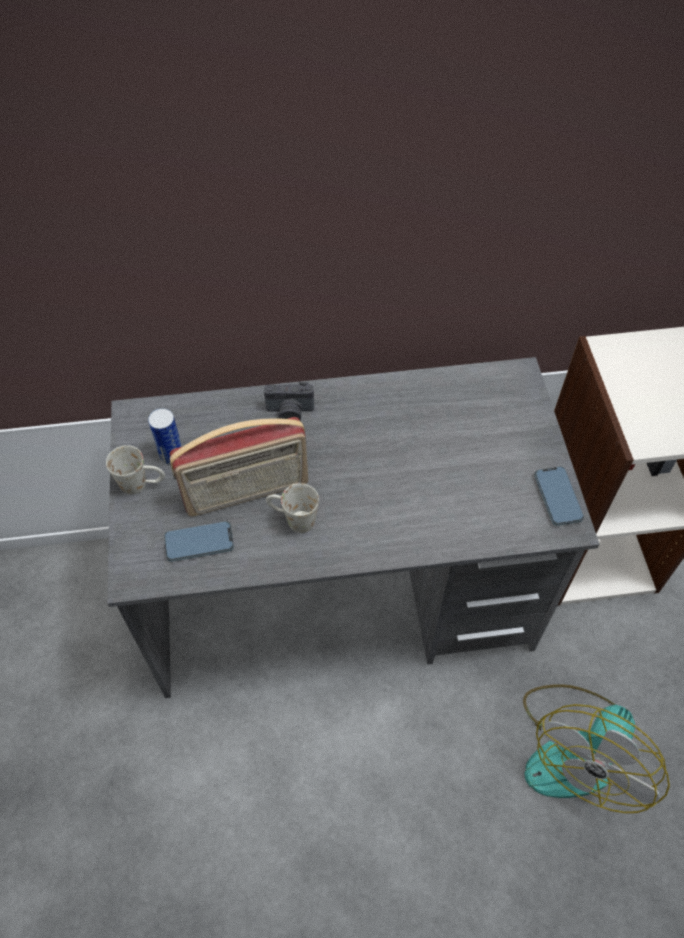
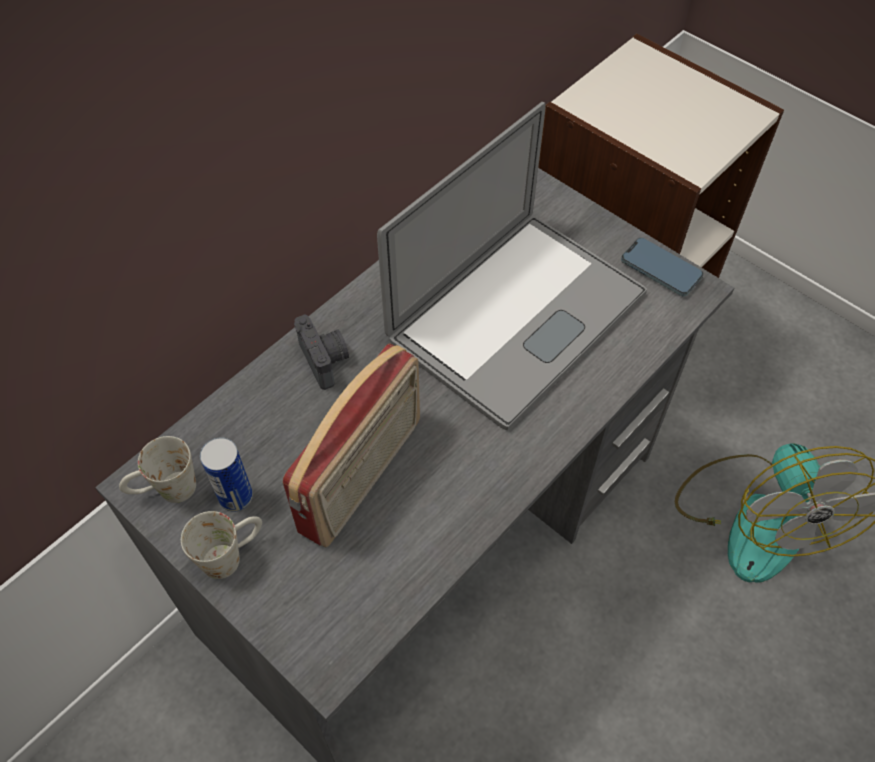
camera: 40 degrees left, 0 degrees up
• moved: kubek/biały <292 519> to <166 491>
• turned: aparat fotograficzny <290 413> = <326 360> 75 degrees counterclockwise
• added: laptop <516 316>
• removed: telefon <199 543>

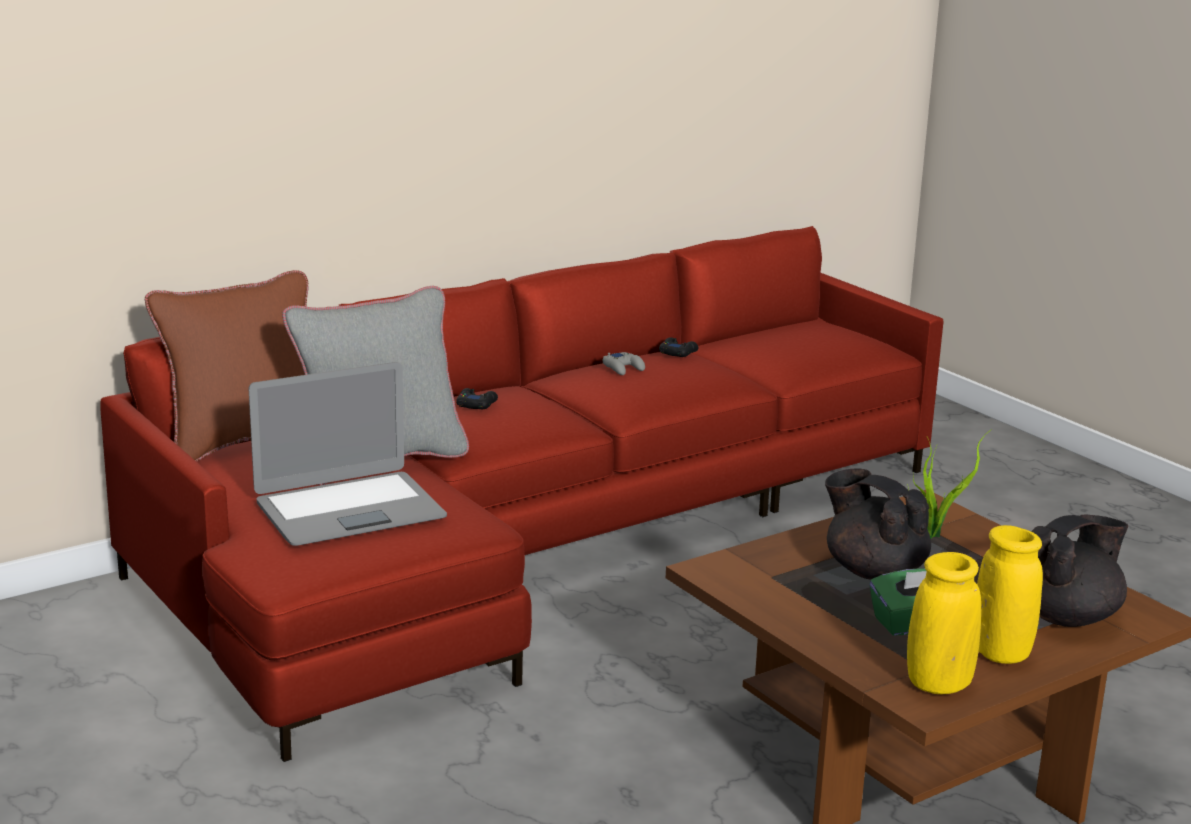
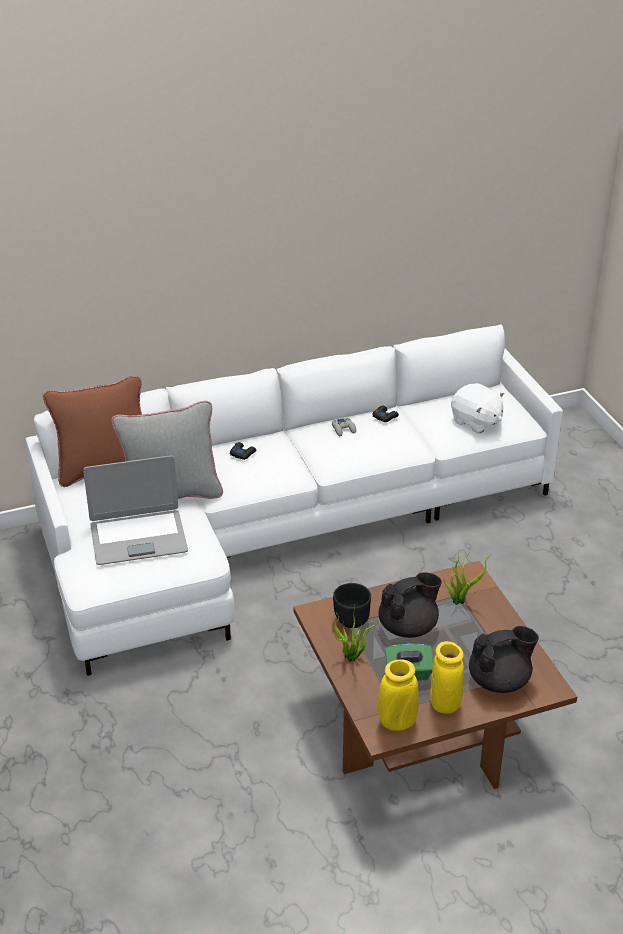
camera: 15 degrees right, 15 degrees up
• recoloured: kanapa/czerwony <531 543> to kanapa/biały <278 528>
• added: miska/czarny <351 620>
• added: roślina doniczkowa <352 658>
• turned: imbryk/czarny <873 571> = <408 627> 90 degrees clockwise
• added: pluszak/biały <476 422>

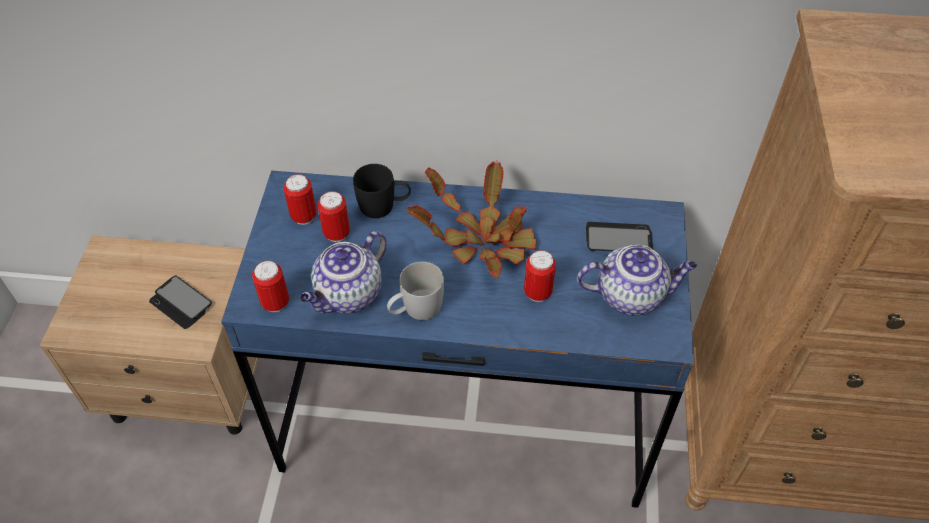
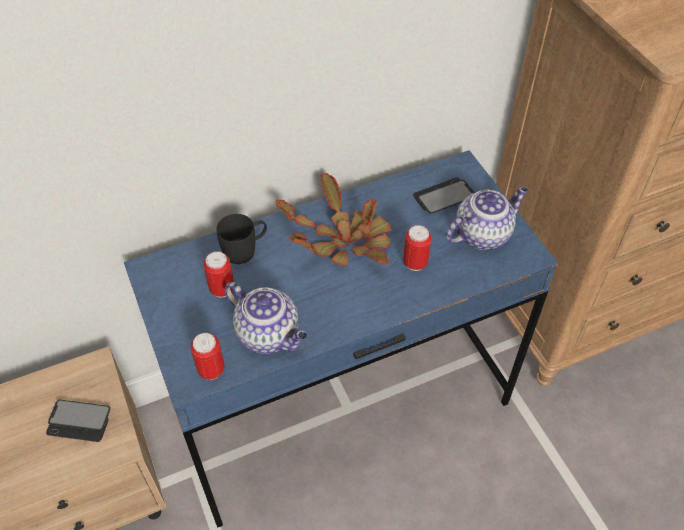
camera: 30 degrees left, 0 degrees up
• turned: imbryk <348 295> = <269 334> 60 degrees counterclockwise
• removed: puszka <304 216>
• removed: kubek/biały <415 309>

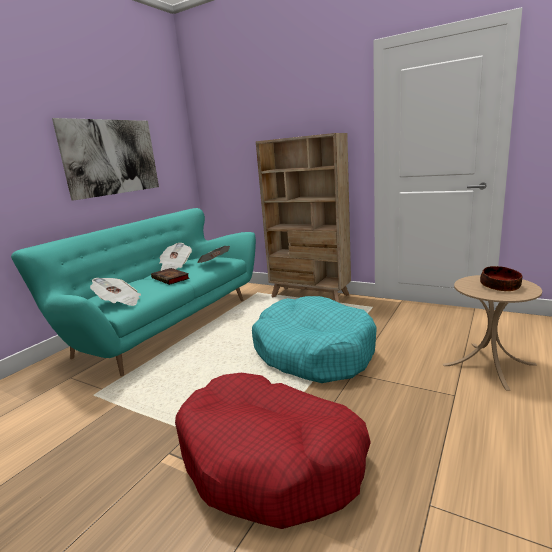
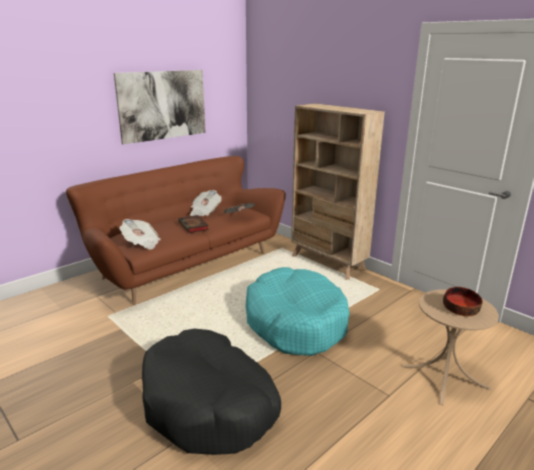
camera: 15 degrees right, 5 degrees up
• recoloured: kanapa/turkusowy <164 325> to kanapa/brązowy <185 264>
• recoloured: legowisko/czerwony <271 459> to legowisko/czarny <209 404>

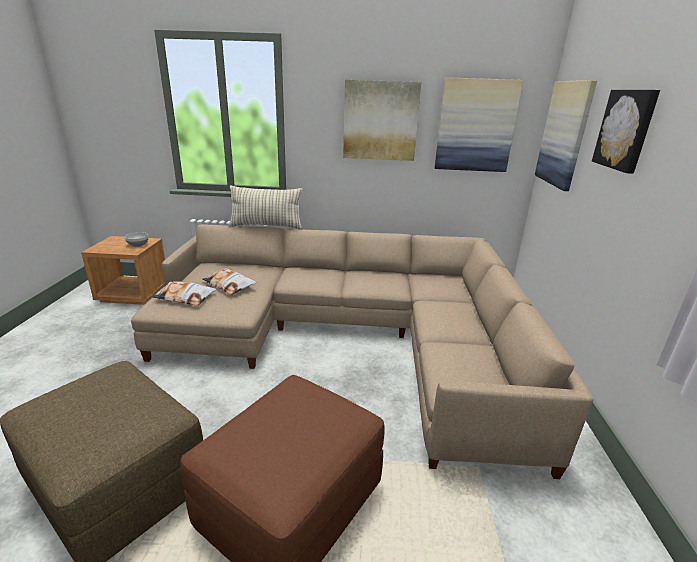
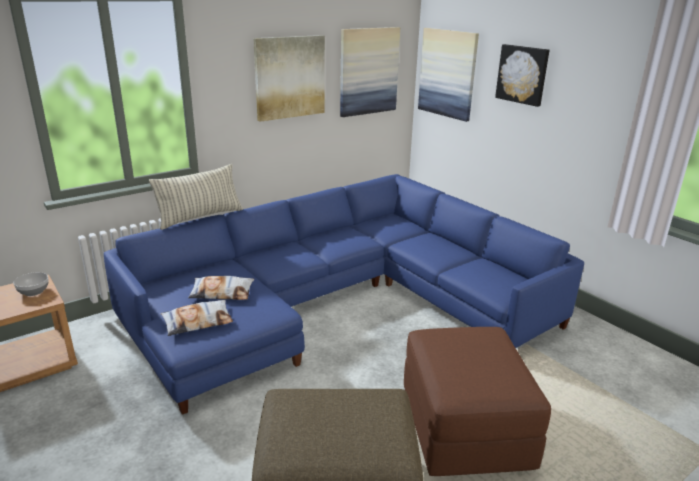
camera: 40 degrees left, 0 degrees up
• recoloured: kanapa/beżowy <351 337> to kanapa/niebieski <338 303>

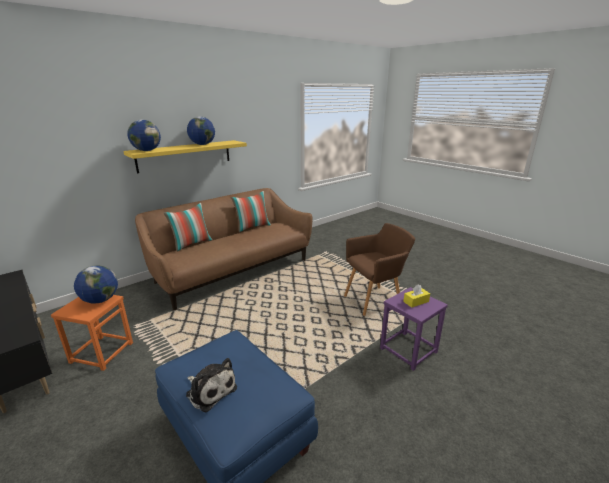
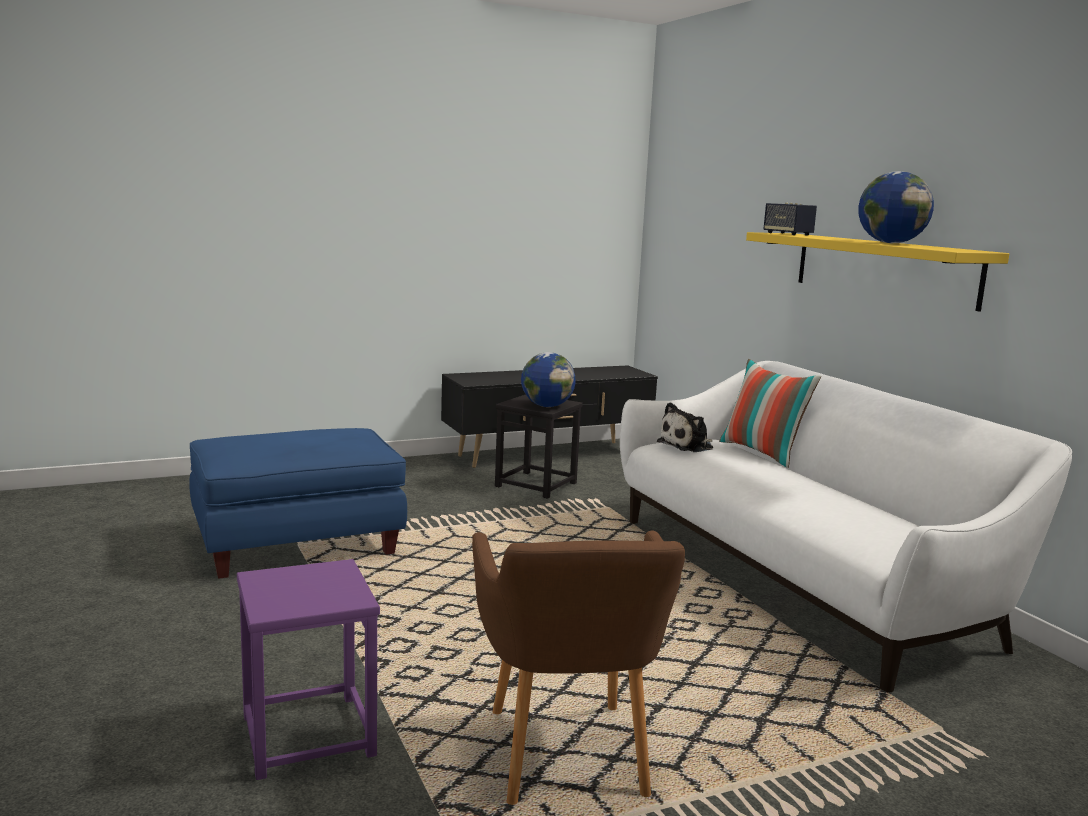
camera: 105 degrees right, 10 degrees down
• recoloured: stołek/pomarańczowy <101 352> to stołek/czarny <536 484>
• recoloured: kanapa/brązowy <232 270> to kanapa/biały <800 579>
• moved: pluszak <210 390> to <688 445>
• replaced: globus <147 151> to głośnik <787 234>
• removed: poduszka <252 227>
• removed: pudełko chusteczek/żółty <416 301>

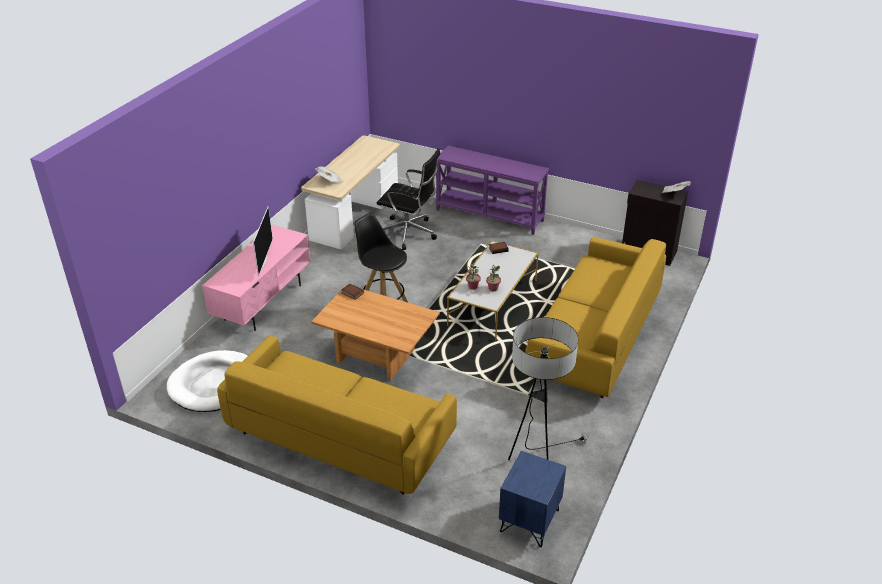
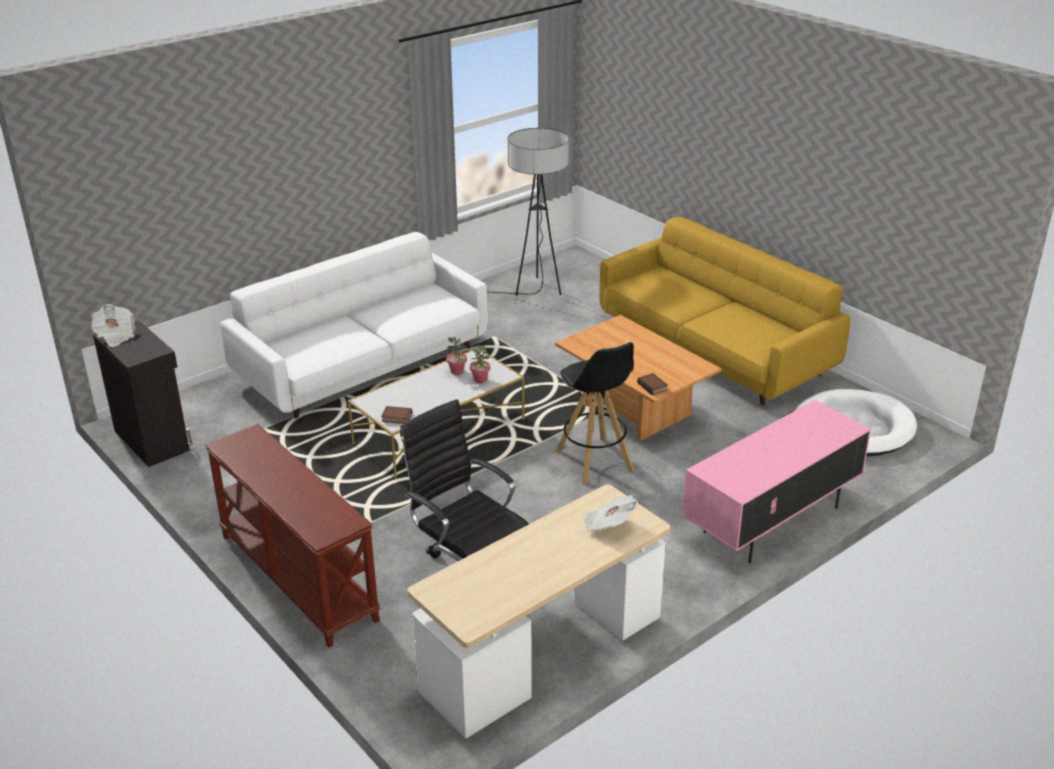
camera: 155 degrees left, 5 degrees down
• recoloured: stolik konsolowy/fioletowy <490 215> to stolik konsolowy/brązowy <296 577>
• recoloured: kanapa/żółty <593 338> to kanapa/biały <364 365>
• removed: telewizor <263 261>
• removed: szafka nocna/niebieski <530 521>

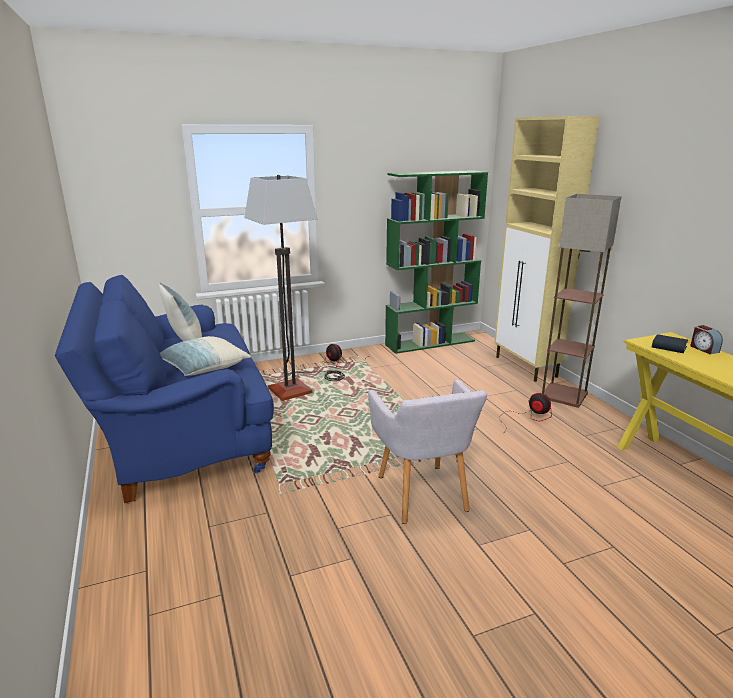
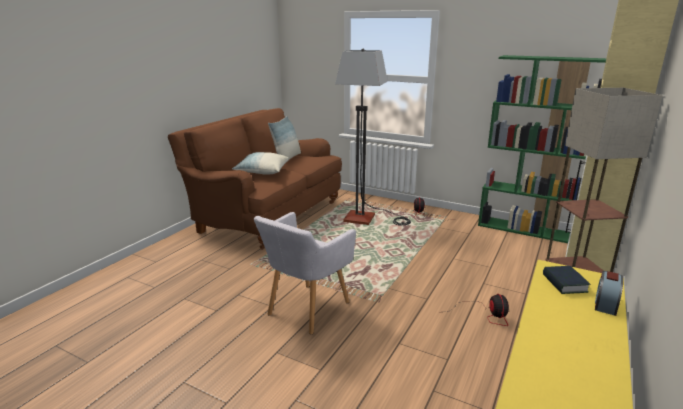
camera: 50 degrees right, 0 degrees up
• recoloured: kanapa/niebieski <181 436> to kanapa/brązowy <267 216>

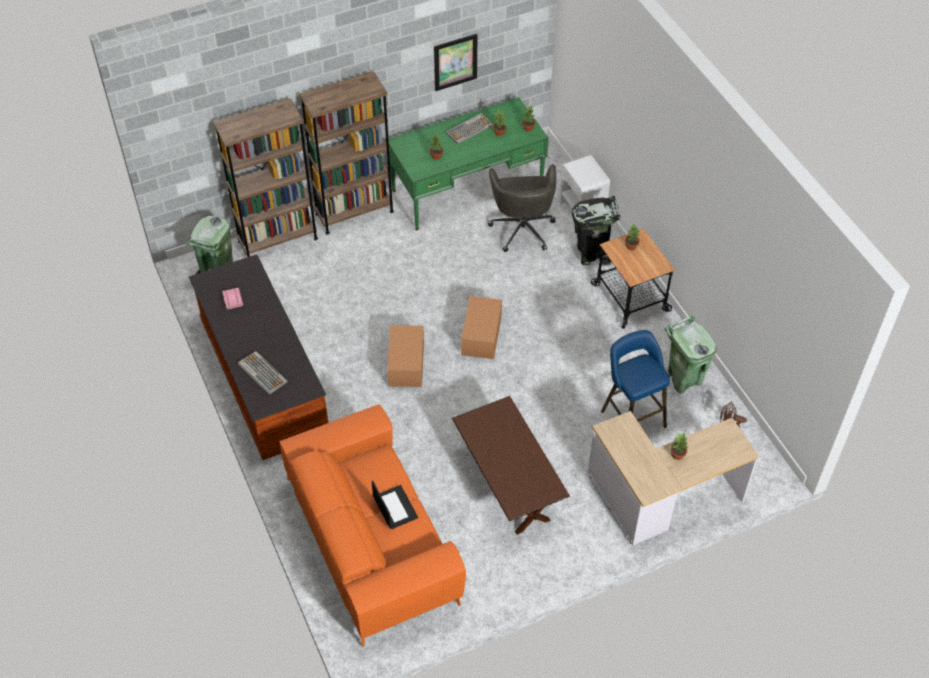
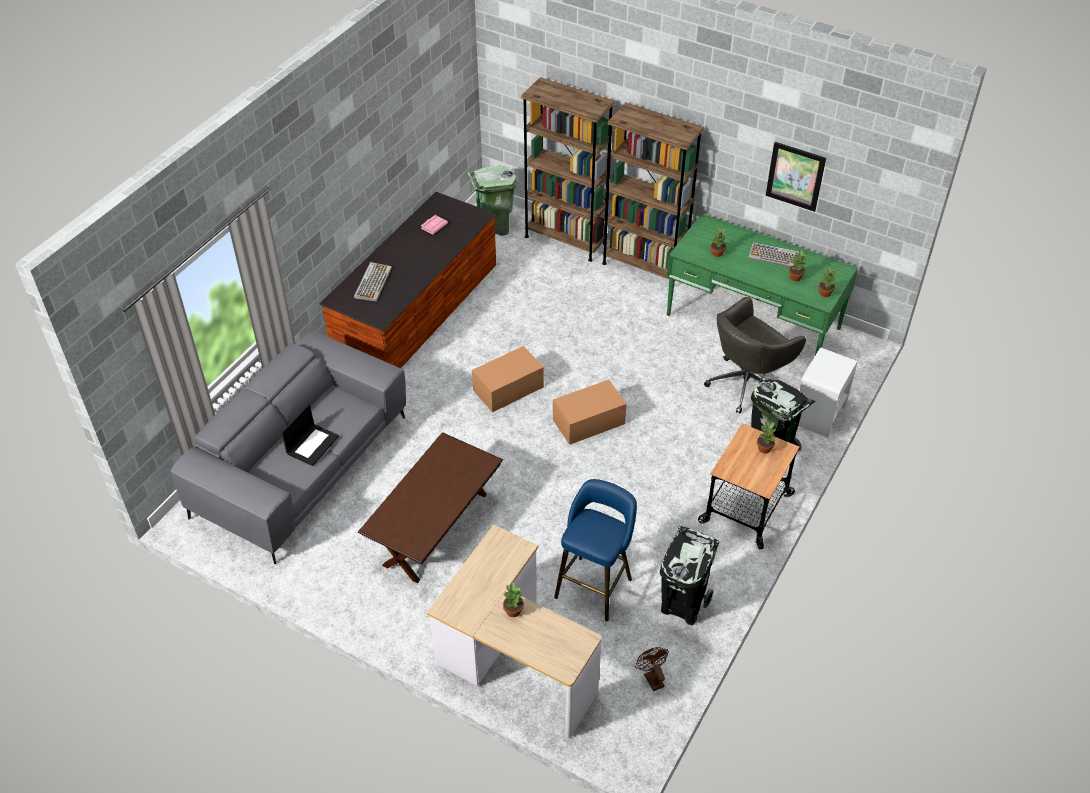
camera: 55 degrees right, 5 degrees down
• recoloured: kanapa/pomarańczowy <372 539> to kanapa/szary <301 466>
• recoloured: kosz na śmieci/zielony <683 379> to kosz na śmieci/czarny <682 605>

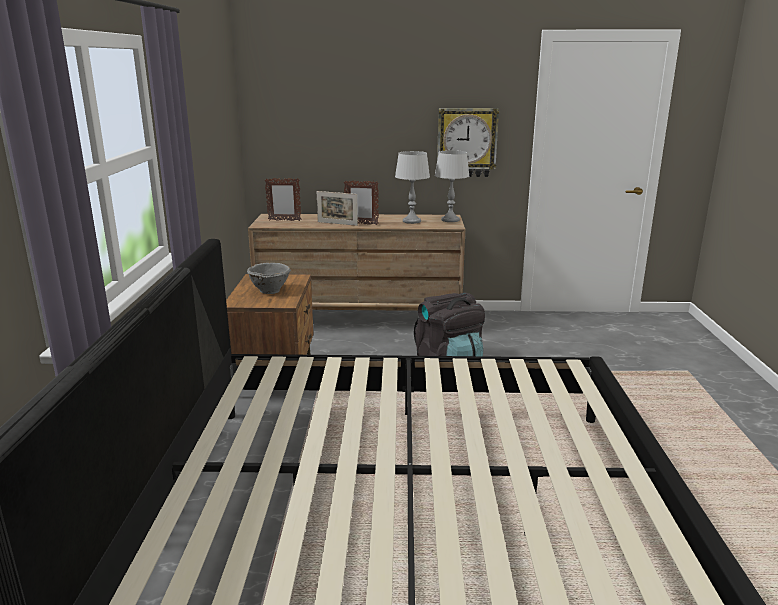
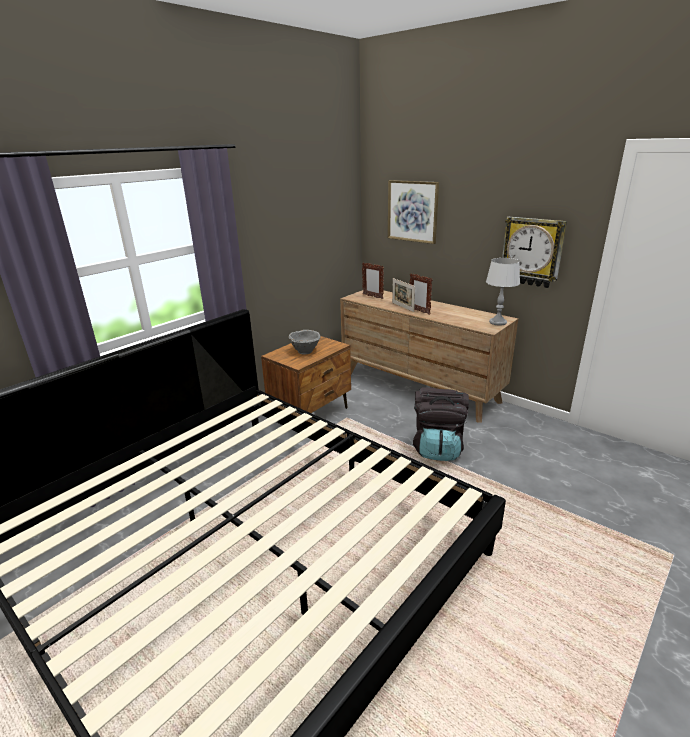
camera: 40 degrees right, 5 degrees up
• added: obraz <412 211>
• removed: lampa stołowa/szary <411 221>

